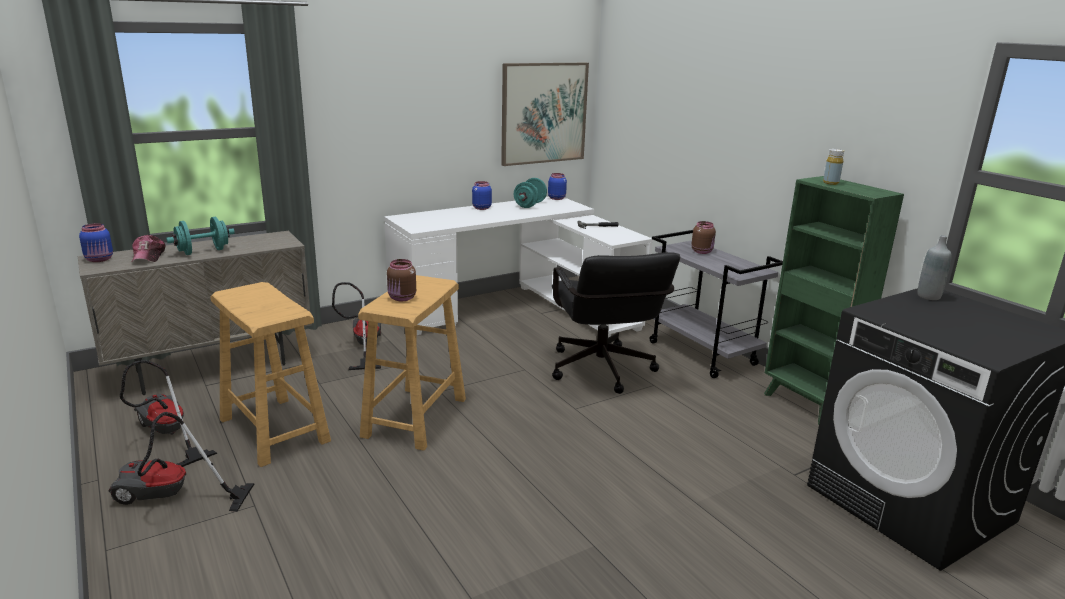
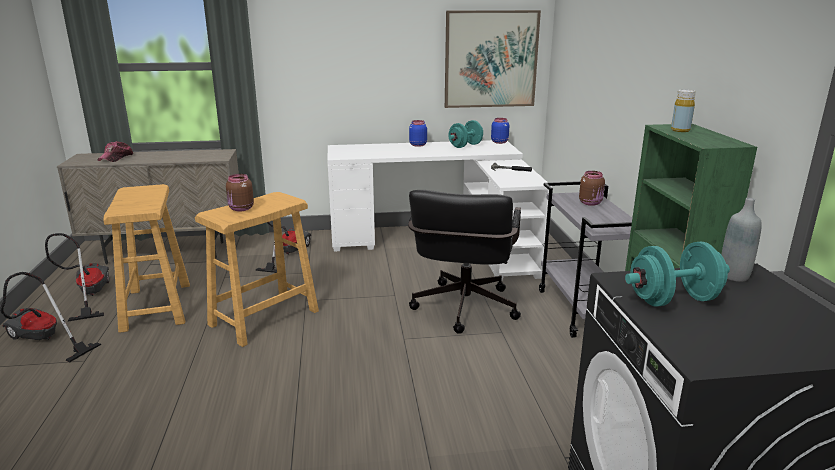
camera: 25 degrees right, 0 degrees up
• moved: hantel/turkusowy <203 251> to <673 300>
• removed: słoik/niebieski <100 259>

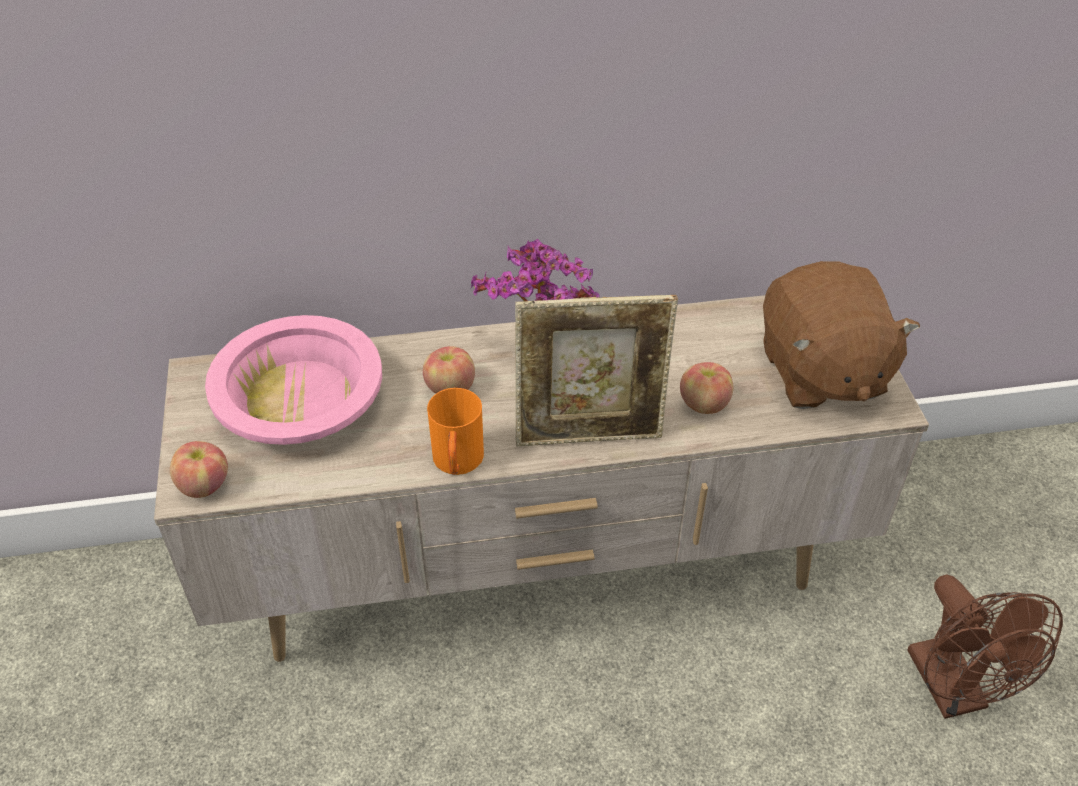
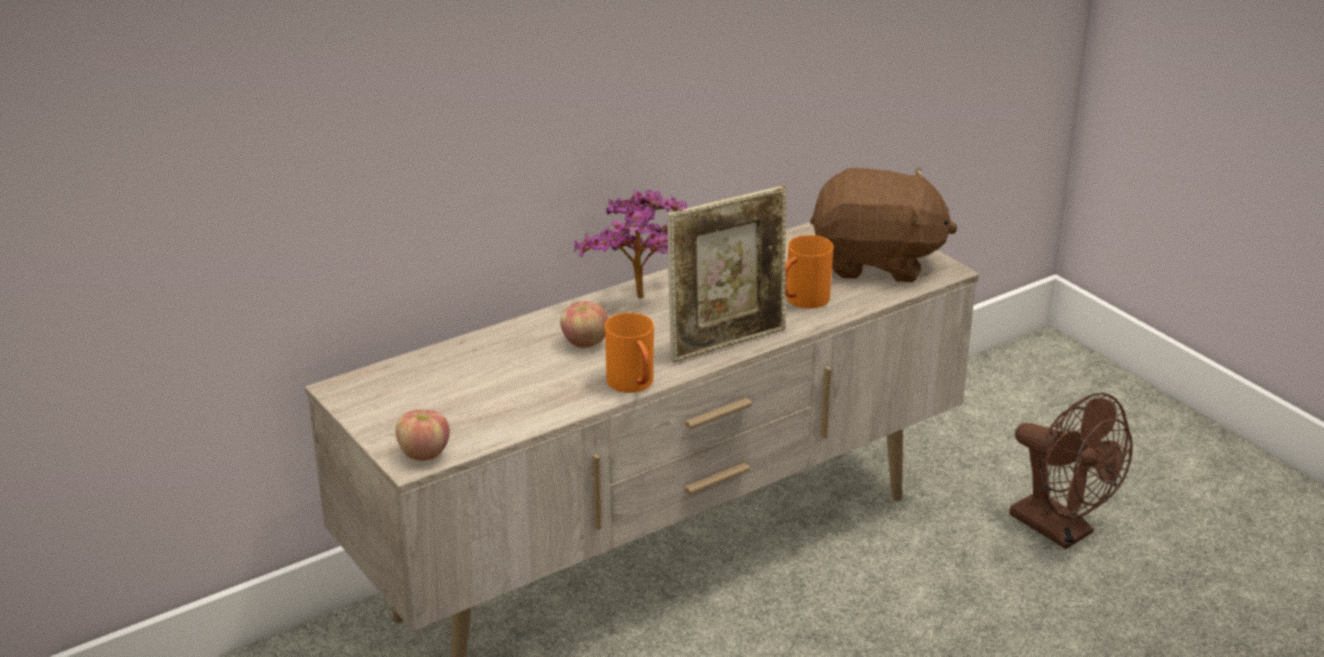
camera: 25 degrees left, 15 degrees down
• replaced: jabłko <703 404> to kubek/pomarańczowy <801 302>
• turned: pluszak/brązowy <820 372> = <876 262> 45 degrees counterclockwise
• removed: miska/różowy <299 401>

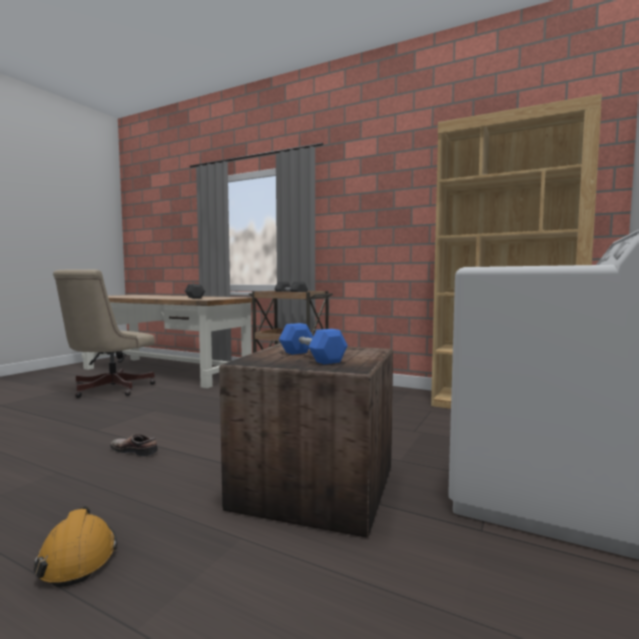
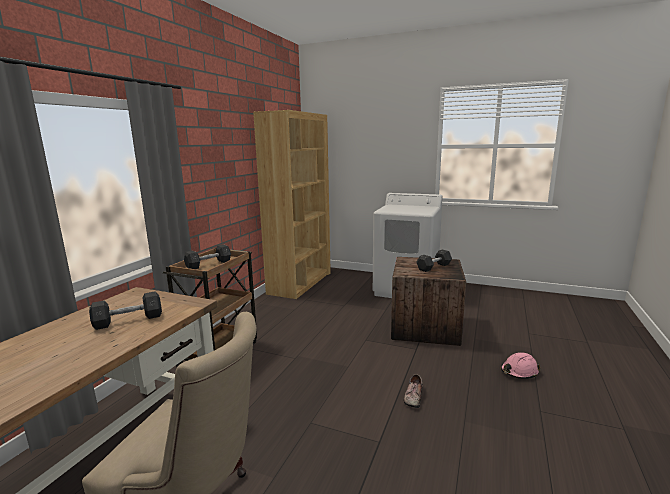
camera: 95 degrees left, 10 degrees up
• recoloured: hantel/niebieski <311 357> to hantel/szary <434 267>
• recoloured: kask/pomarańczowy <78 557> to kask/różowy <519 372>

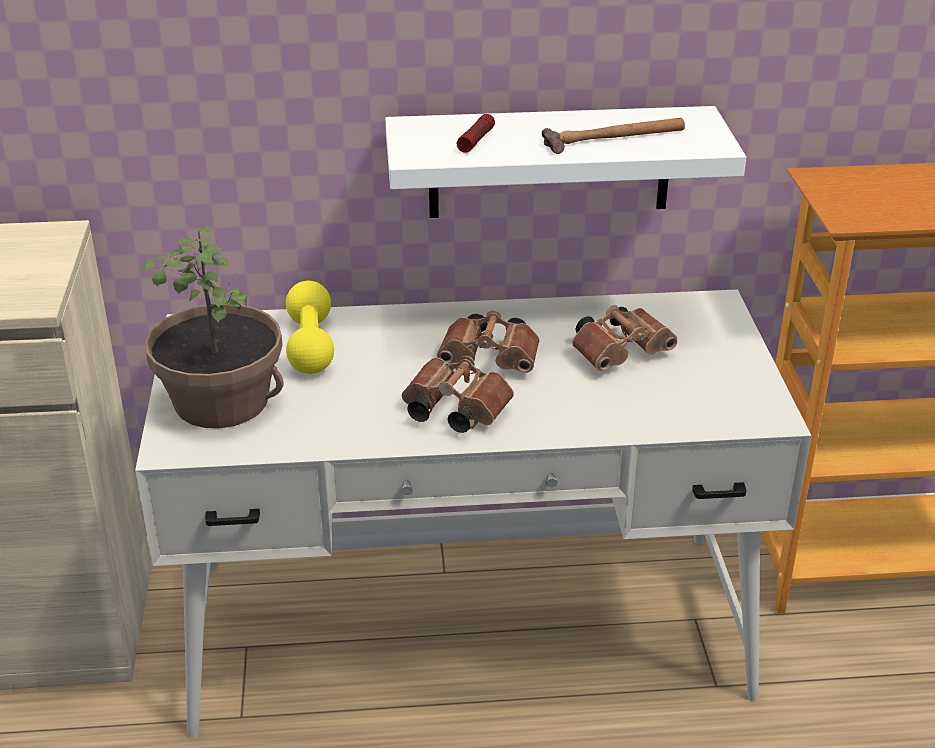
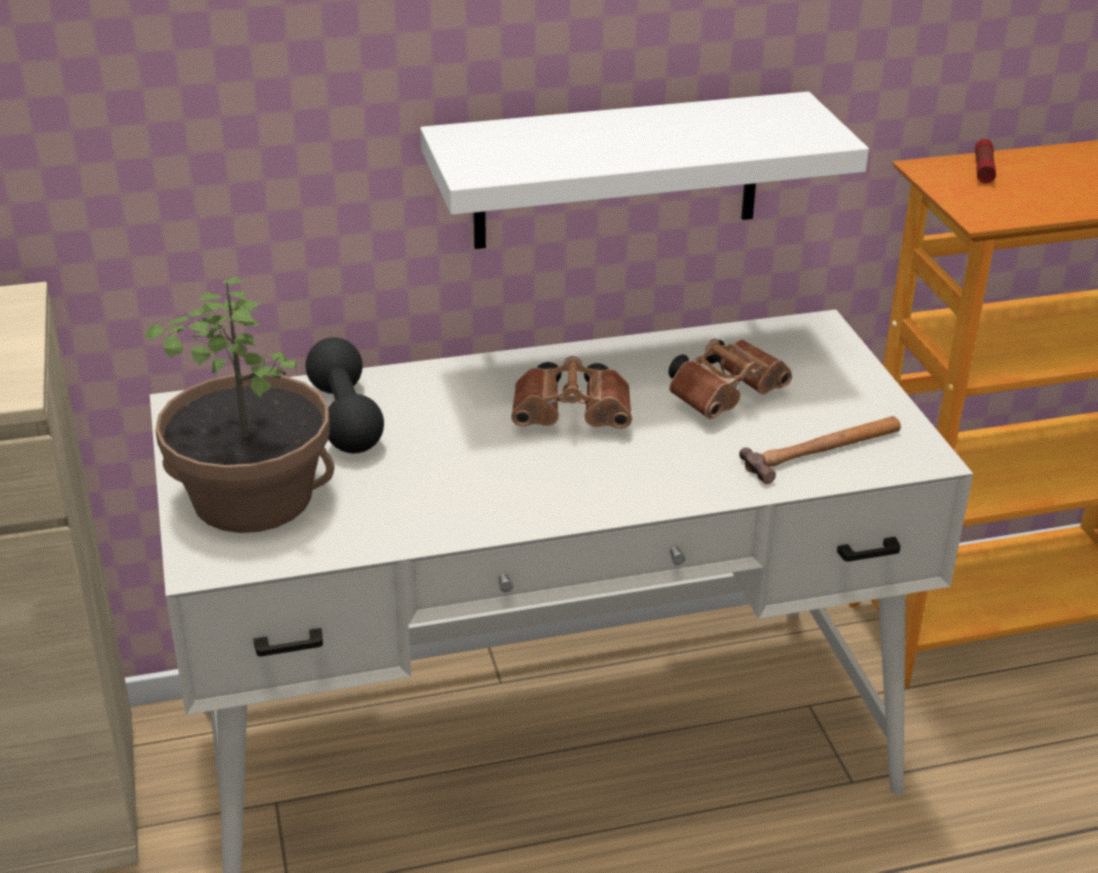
camera: 10 degrees left, 0 degrees up
• recoloured: hantel/żółty <310 345> to hantel/czarny <345 418>
• moved: młotek <614 138> to <823 451>
• moved: latarka <476 140> to <983 169>
• removed: lornetka/brązowy <452 411>

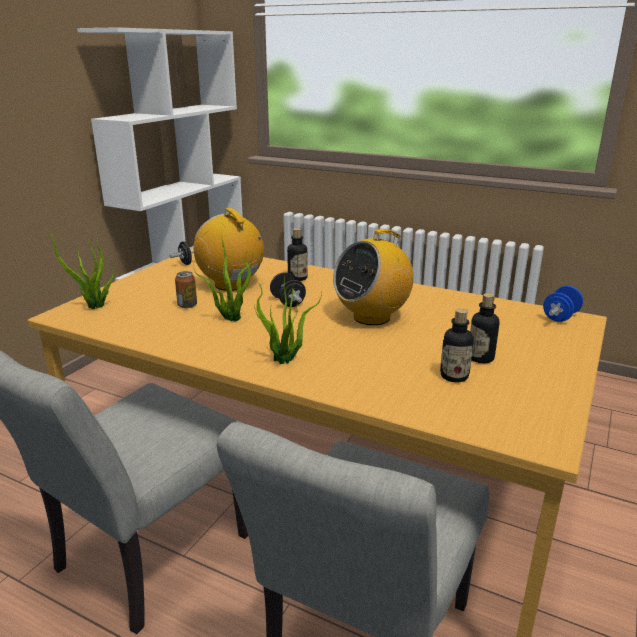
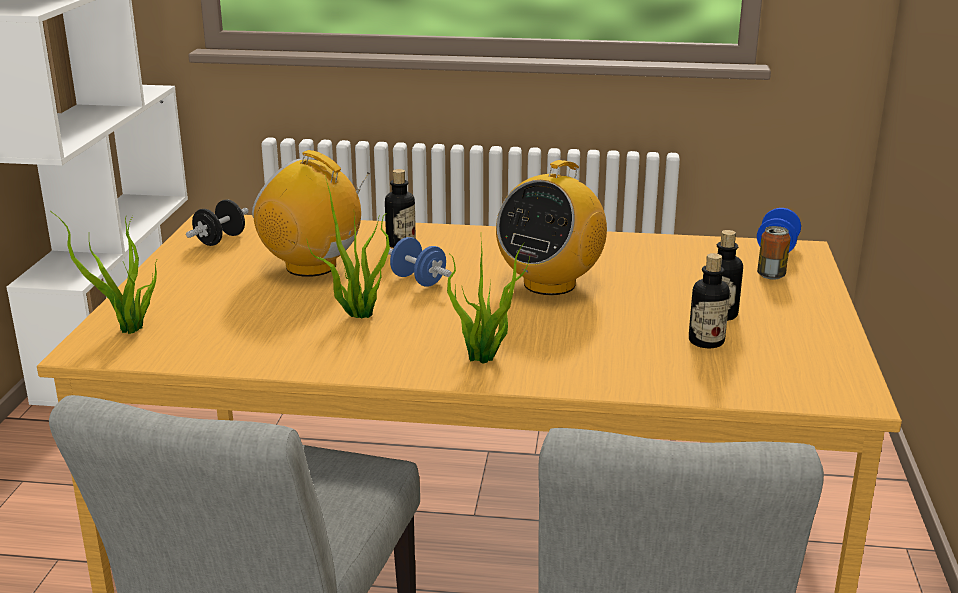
camera: 20 degrees left, 0 degrees up
• recoloured: hantel/czarny <288 302> to hantel/niebieski <418 280>
• moved: puszka <187 305> to <771 275>

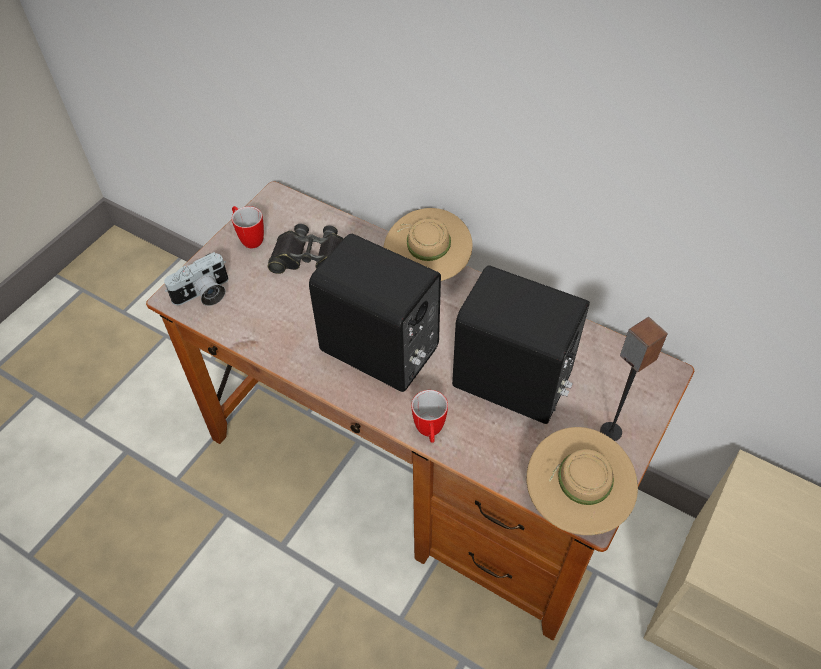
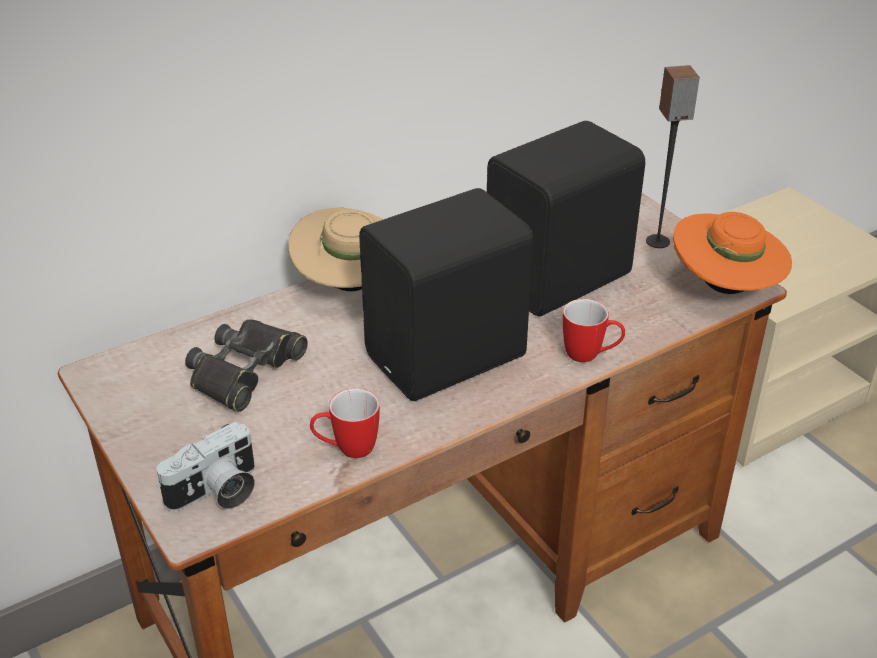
camera: 65 degrees left, 15 degrees down
• turned: aparat fotograficzny <204 295> = <217 493> 60 degrees clockwise
• moved: kubek <249 238> to <346 449>
• recoloured: kapelusz/beżowy <575 499> to kapelusz/pomarańczowy <725 288>

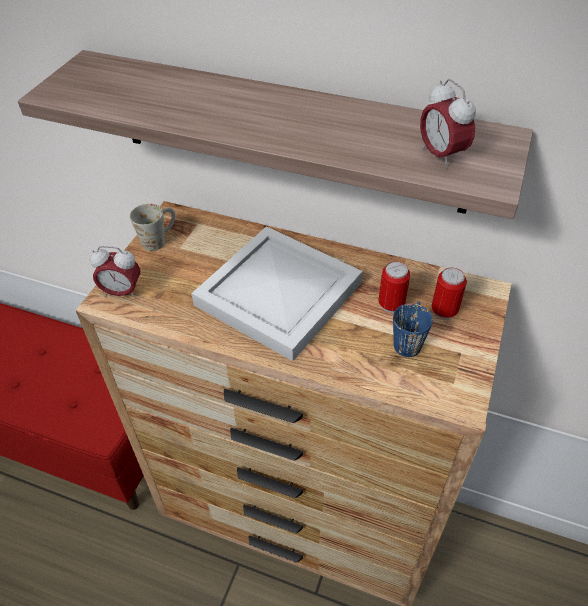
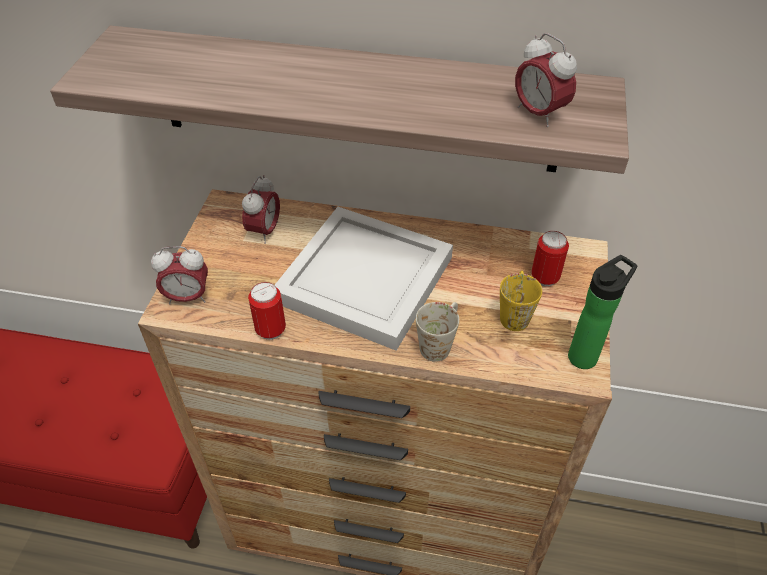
camera: 10 degrees left, 0 degrees up
• added: budzik <264 231>
• moved: puszka <391 305> to <271 330>
• moved: kubek/biały <159 239> to <439 342>
• recoloured: kubek/niebieski <408 339> to kubek/żółty <514 312>
• added: butelka <585 355>

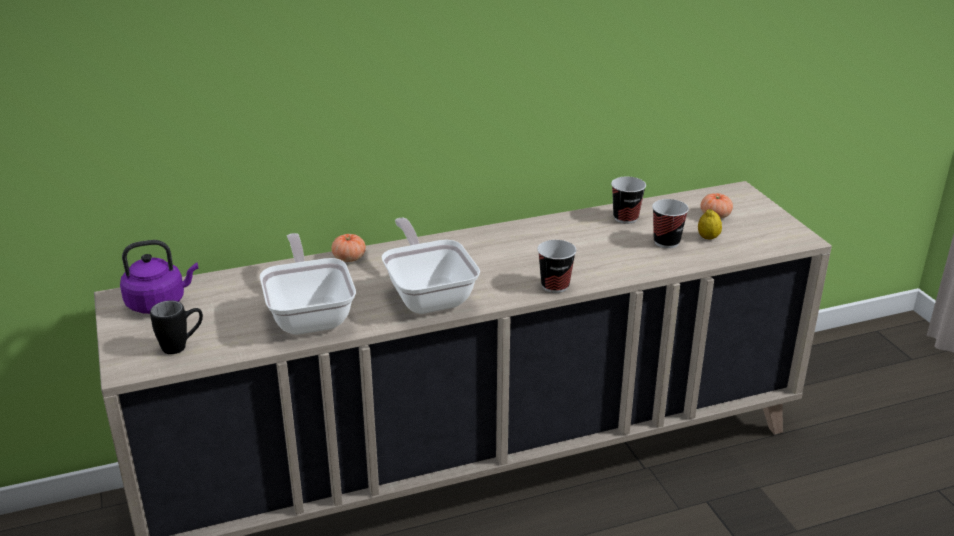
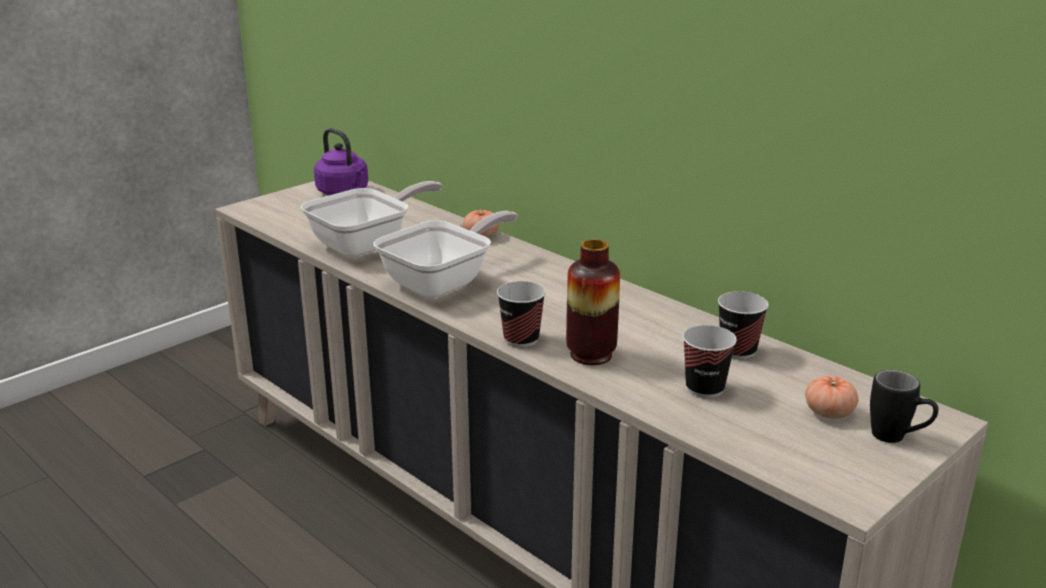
camera: 65 degrees right, 5 degrees down
• added: wazon <591 355>
• moved: kubek/czarny <182 346> to <897 438>
• removed: cytryna <708 238>

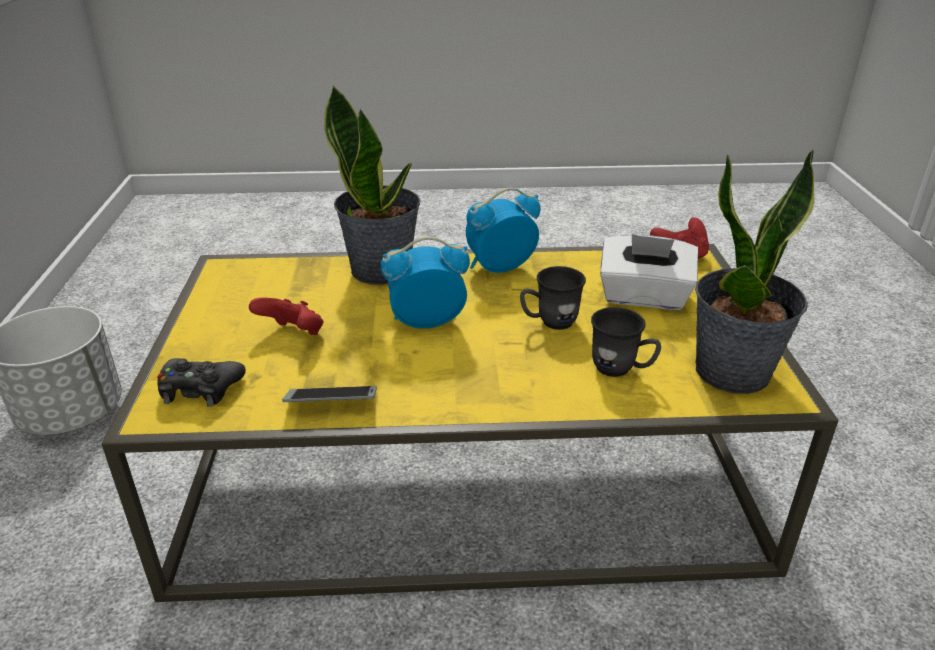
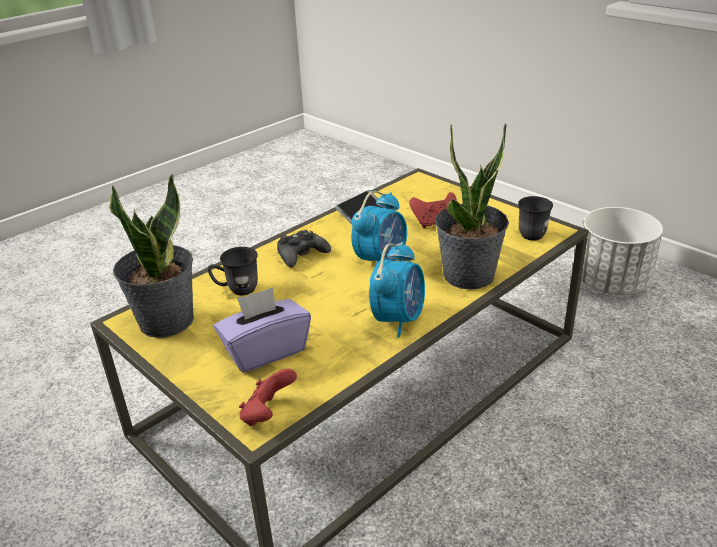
camera: 140 degrees right, 0 degrees up
• recoloured: pudełko chusteczek/biały <644 297> to pudełko chusteczek/fioletowy <265 351>
• moved: pad do gier/czarny <200 389> to <301 255>
• moved: kubek/szary <549 322> to <534 232>

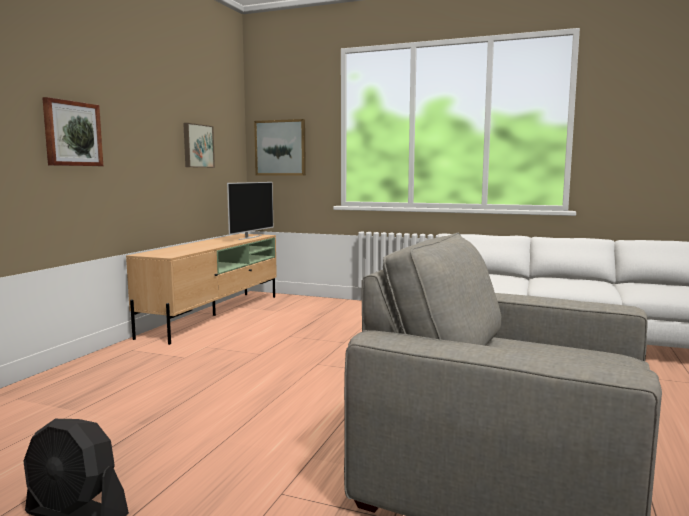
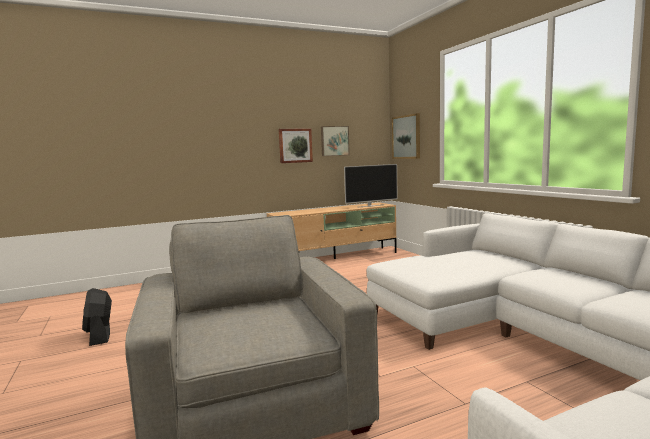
camera: 45 degrees right, 0 degrees up
• moved: obraz <72 134> to <295 145>

